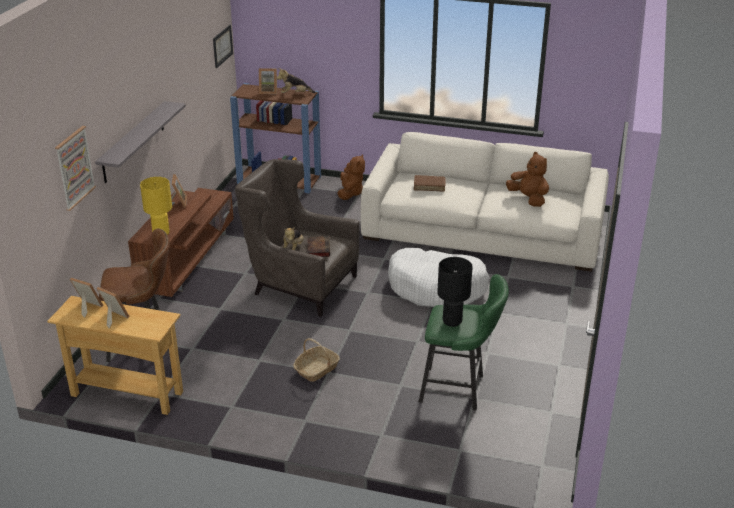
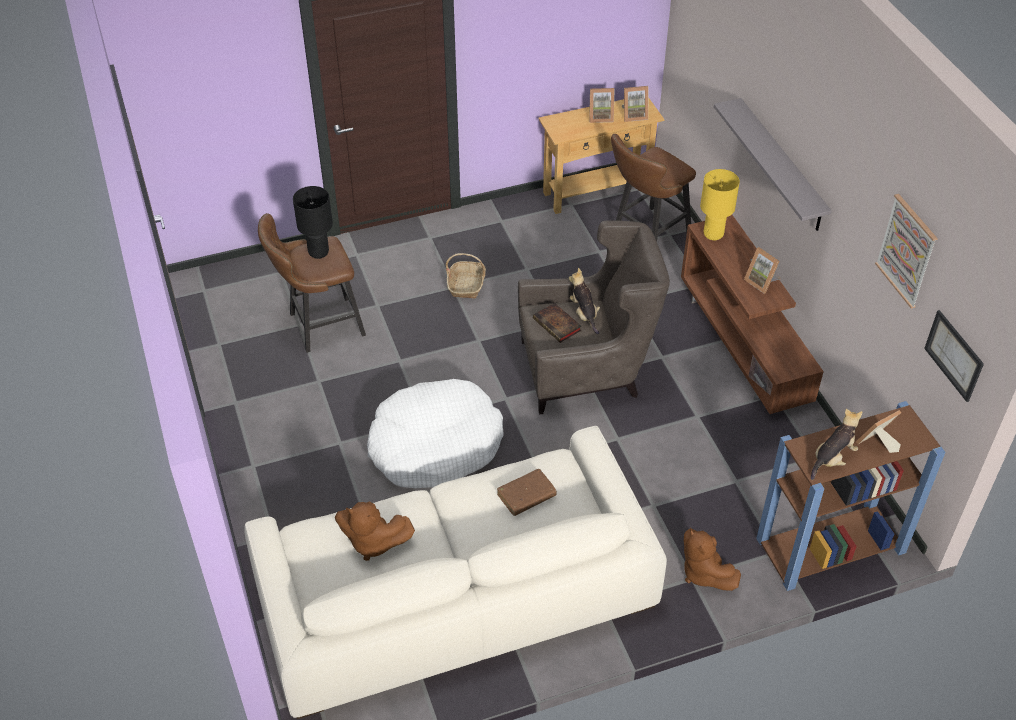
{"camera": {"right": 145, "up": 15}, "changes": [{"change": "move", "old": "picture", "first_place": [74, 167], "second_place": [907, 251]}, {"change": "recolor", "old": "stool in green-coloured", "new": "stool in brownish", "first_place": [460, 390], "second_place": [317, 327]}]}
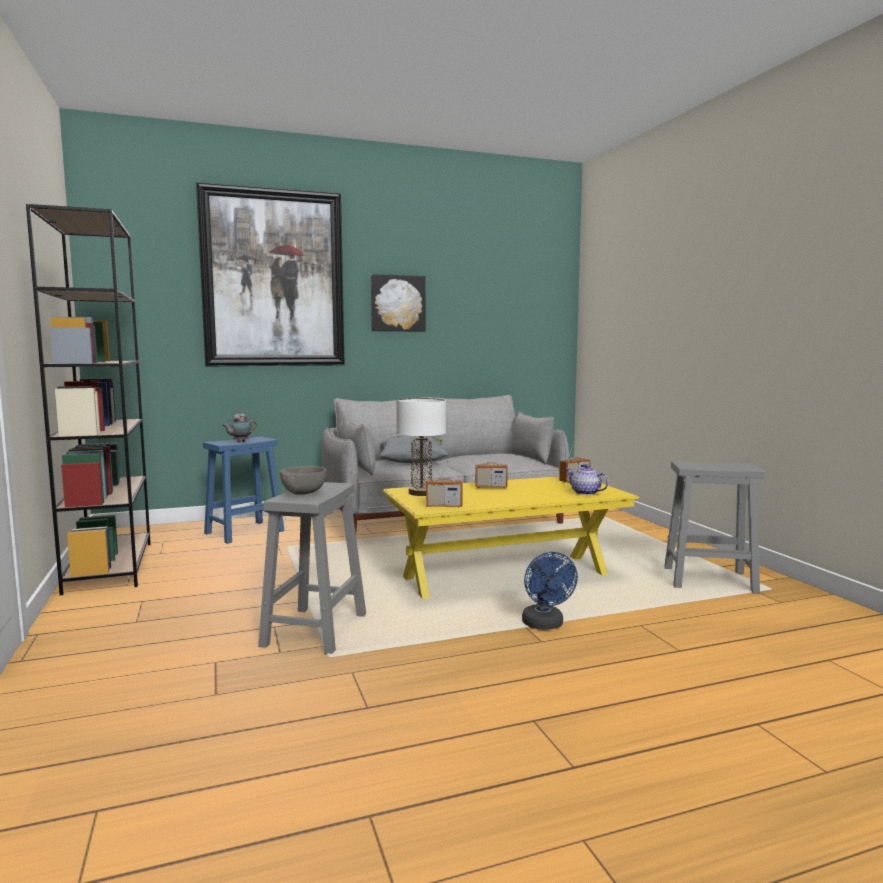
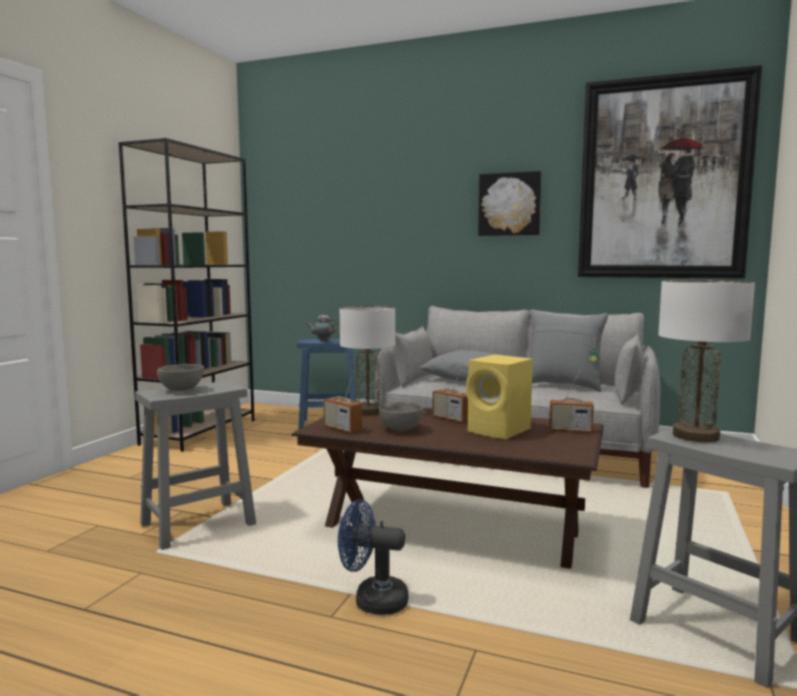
{"camera": {"right": 40, "up": 0}, "changes": [{"change": "move", "old": "picture", "first_place": [273, 279], "second_place": [663, 179]}, {"change": "delete", "old": "tea pot", "first_place": [586, 493]}, {"change": "recolor", "old": "low table in yellowish", "new": "low table in brownish", "first_place": [506, 576], "second_place": [450, 530]}, {"change": "rotate", "old": "fan in blue-coloured", "first_place": [545, 625], "second_place": [372, 600], "degrees": 75}, {"change": "insert", "new": "table lamp", "second_place": [695, 436]}, {"change": "insert", "new": "pillow in greyish", "second_place": [562, 386]}, {"change": "insert", "new": "audio speaker in yellowish", "second_place": [500, 431]}, {"change": "insert", "new": "deep dish in greyish", "second_place": [401, 429]}]}
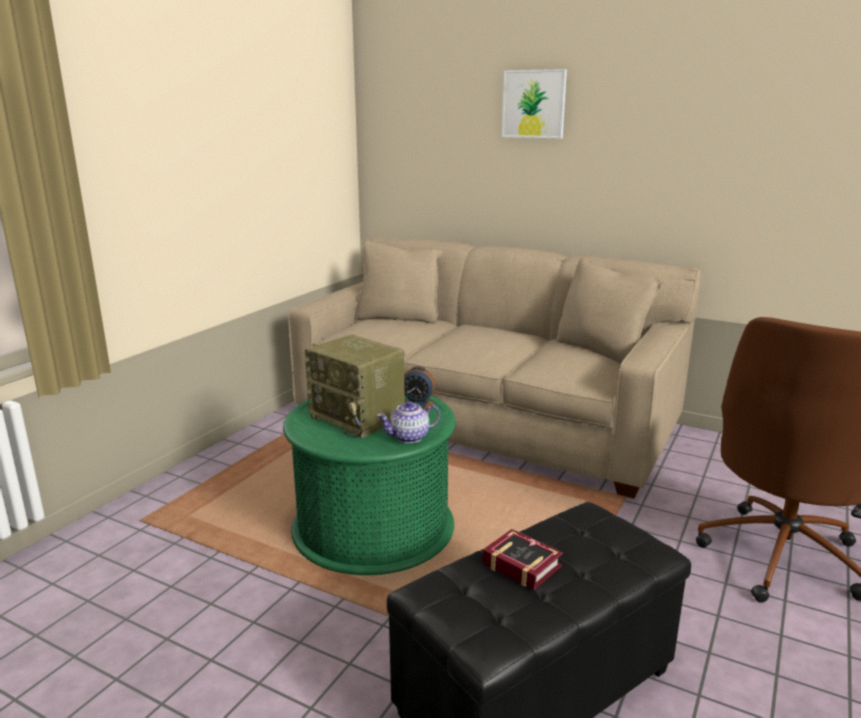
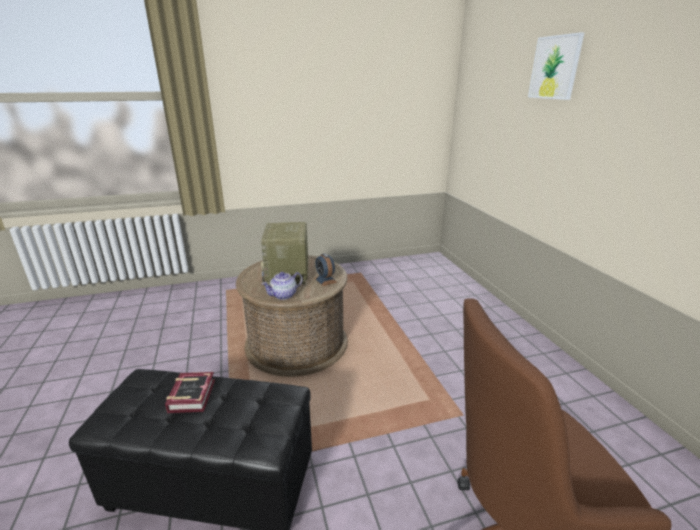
{"camera": {"right": 45, "up": 5}, "changes": [{"change": "delete", "old": "sofa in beige", "first_place": [484, 423]}, {"change": "recolor", "old": "low table in green-coloured", "new": "low table in brownish", "first_place": [373, 526], "second_place": [297, 343]}, {"change": "rotate", "old": "tea pot", "first_place": [410, 437], "second_place": [284, 295], "degrees": -60}]}
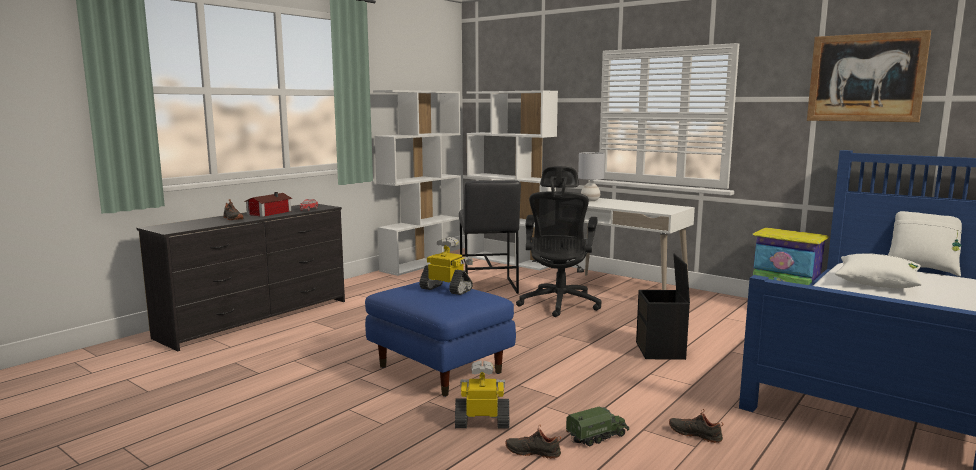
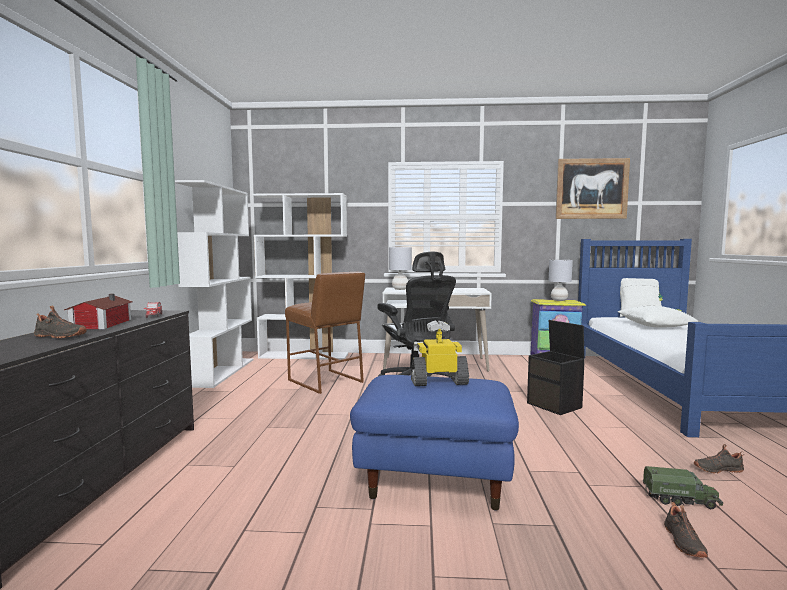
{"camera": {"right": -35, "up": -5}, "changes": [{"change": "recolor", "old": "stool in greyish", "new": "stool in brownish", "first_place": [488, 286], "second_place": [326, 381]}, {"change": "delete", "old": "model robot", "first_place": [482, 422]}, {"change": "rotate", "old": "toy truck", "first_place": [597, 436], "second_place": [681, 500], "degrees": 75}, {"change": "rotate", "old": "low shoe in blackish", "first_place": [533, 452], "second_place": [682, 542], "degrees": -60}, {"change": "insert", "new": "table lamp in greyish", "second_place": [559, 300]}]}
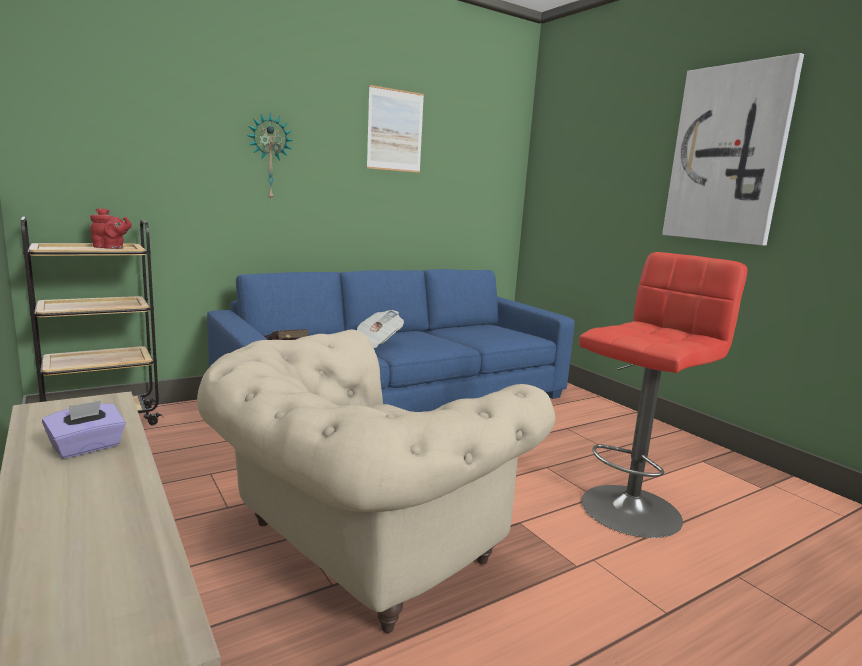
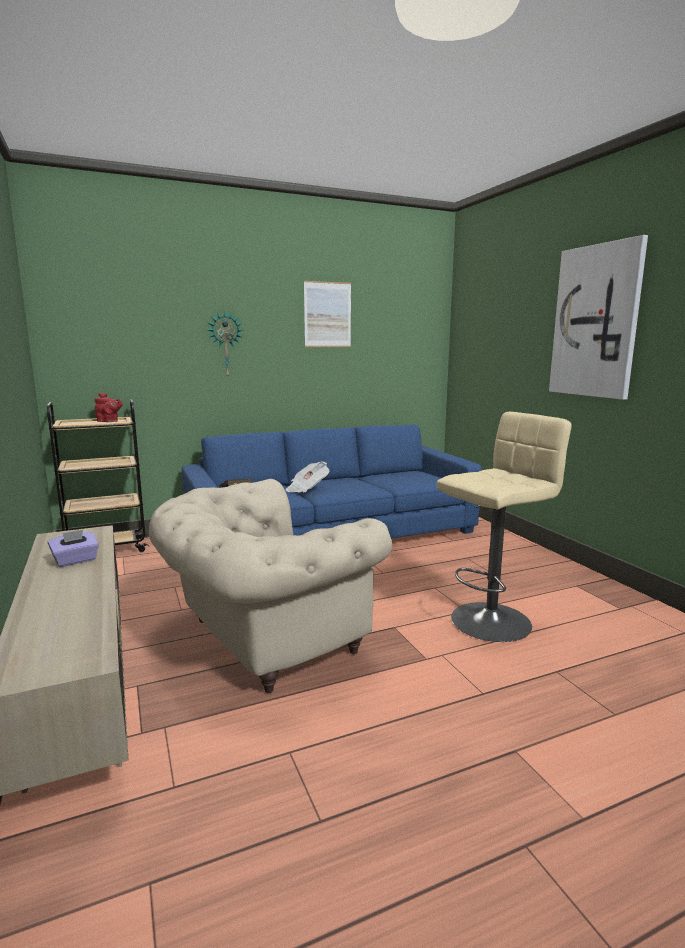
{"camera": {"right": 10, "up": 0}, "changes": [{"change": "recolor", "old": "stool in red", "new": "stool in beige", "first_place": [632, 510], "second_place": [492, 622]}]}
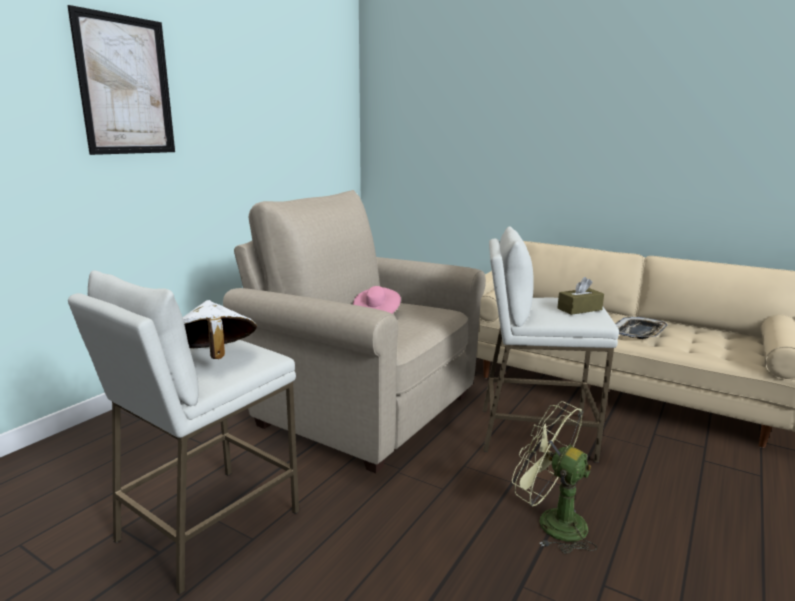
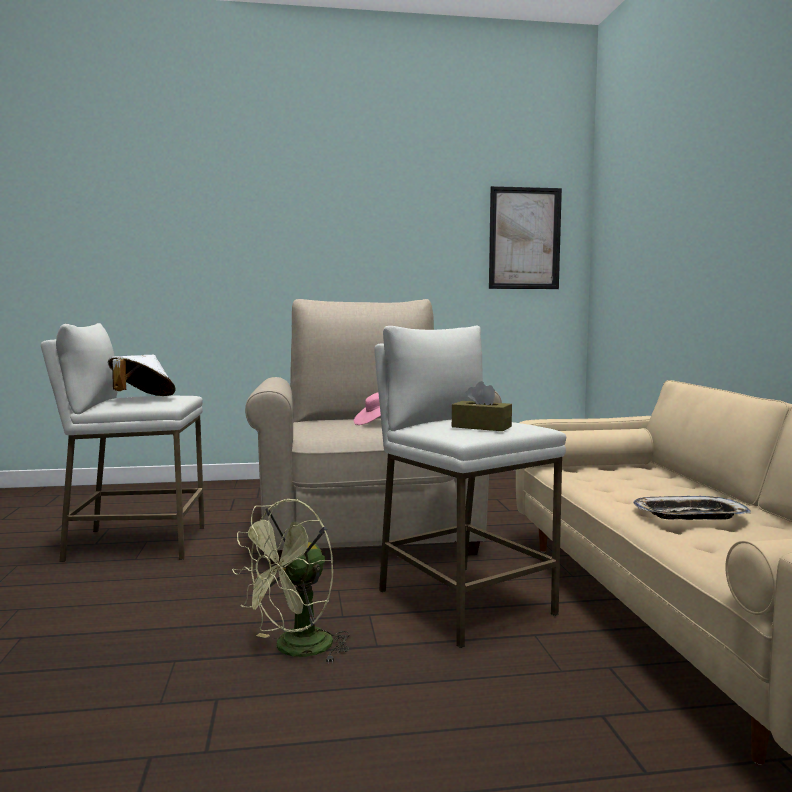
{"camera": {"right": 50, "up": -10}, "changes": [{"change": "move", "old": "picture", "first_place": [125, 86], "second_place": [524, 238]}, {"change": "rotate", "old": "fan in green-coloured", "first_place": [551, 522], "second_place": [295, 650], "degrees": -135}]}
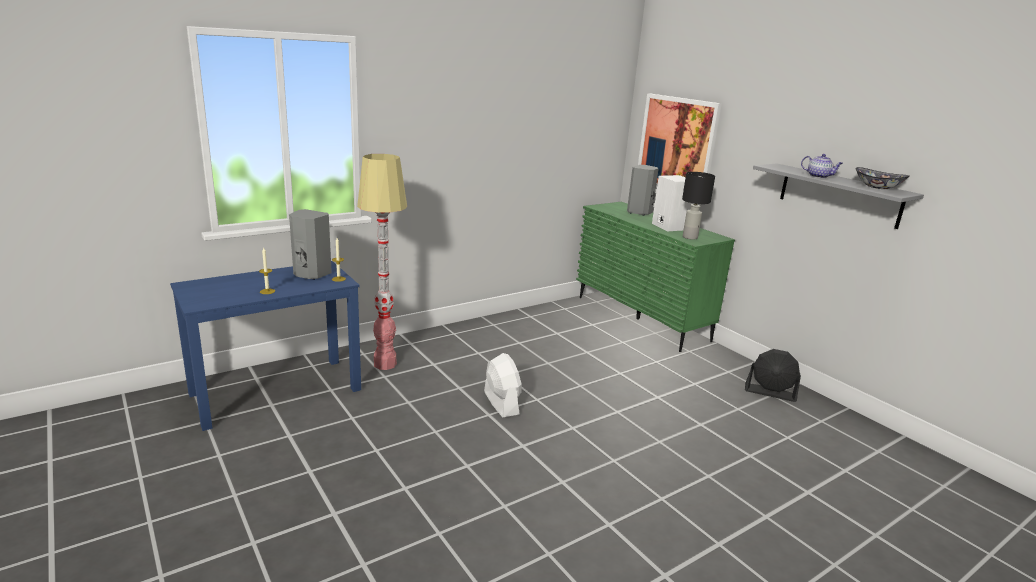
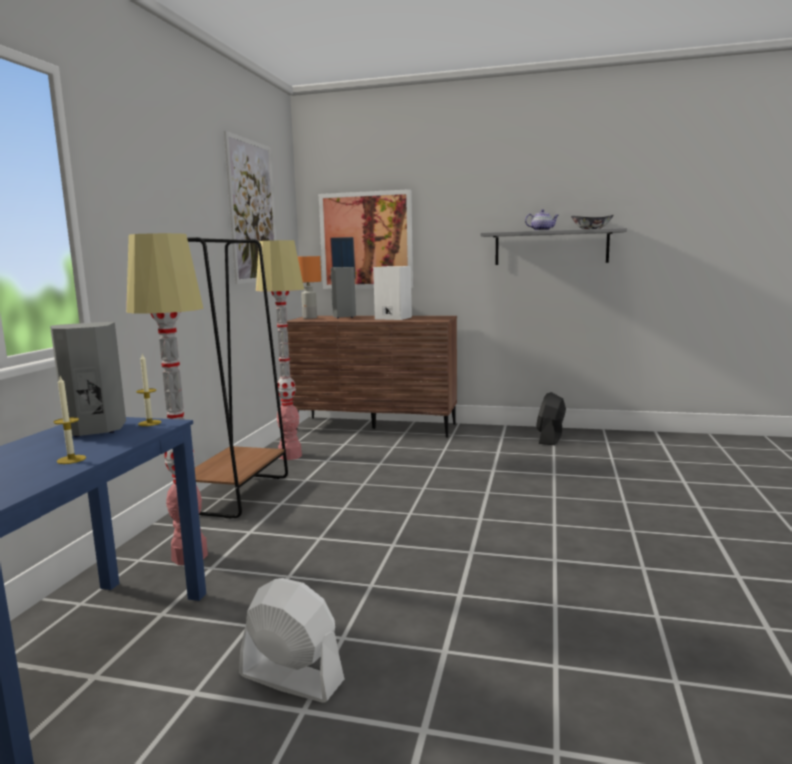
{"camera": {"right": -40, "up": -10}, "changes": [{"change": "delete", "old": "table lamp in blackish", "first_place": [689, 237]}, {"change": "recolor", "old": "dresser in green-coloured", "new": "dresser in brownish", "first_place": [640, 319], "second_place": [375, 427]}, {"change": "rotate", "old": "fan in blackish", "first_place": [770, 393], "second_place": [550, 438], "degrees": 135}, {"change": "move", "old": "fan in white-coloured", "first_place": [501, 403], "second_place": [290, 678]}, {"change": "insert", "new": "picture", "second_place": [252, 212]}, {"change": "insert", "new": "garment rack", "second_place": [236, 495]}, {"change": "insert", "new": "floor lamp", "second_place": [290, 456]}, {"change": "insert", "new": "table lamp in orangey", "second_place": [310, 318]}]}
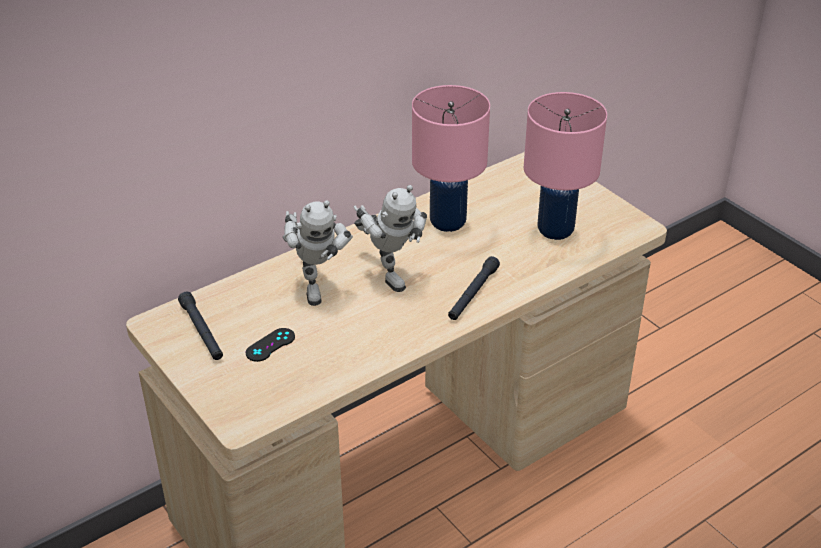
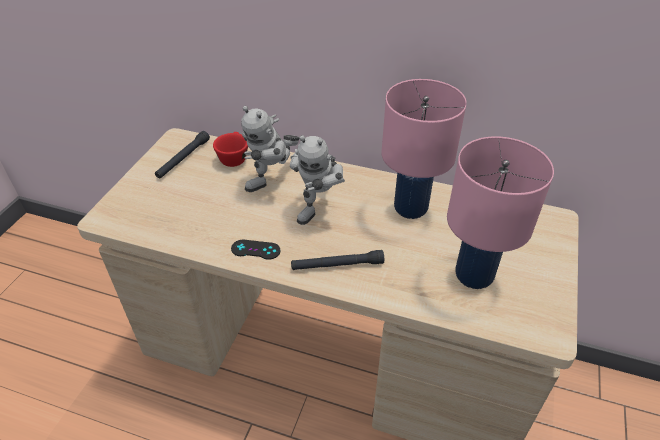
{"camera": {"right": 55, "up": 5}, "changes": [{"change": "move", "old": "joypad in blackish", "first_place": [270, 345], "second_place": [255, 250]}, {"change": "insert", "new": "cup in red", "second_place": [233, 157]}]}
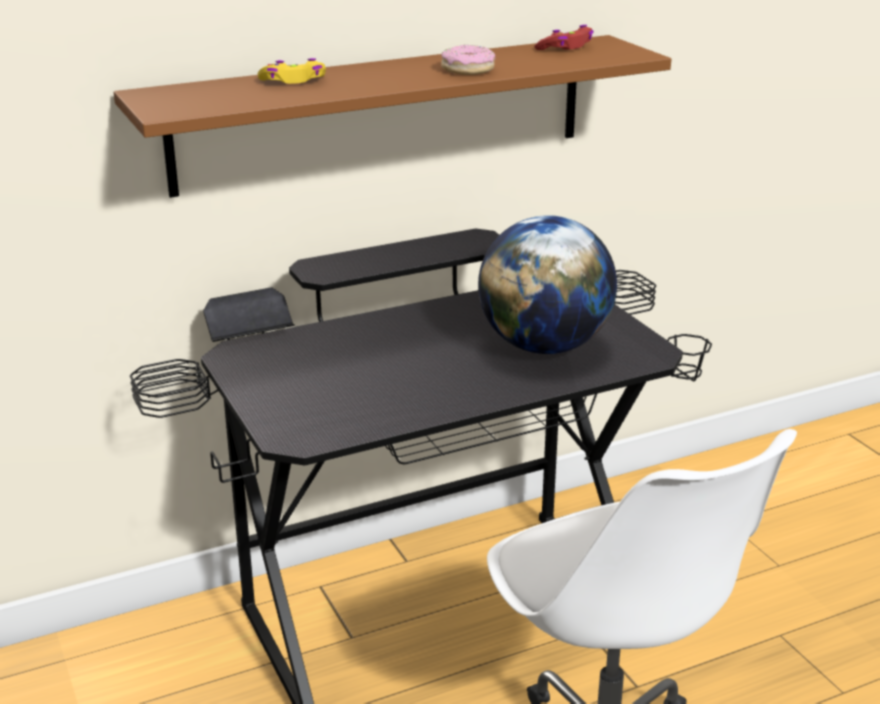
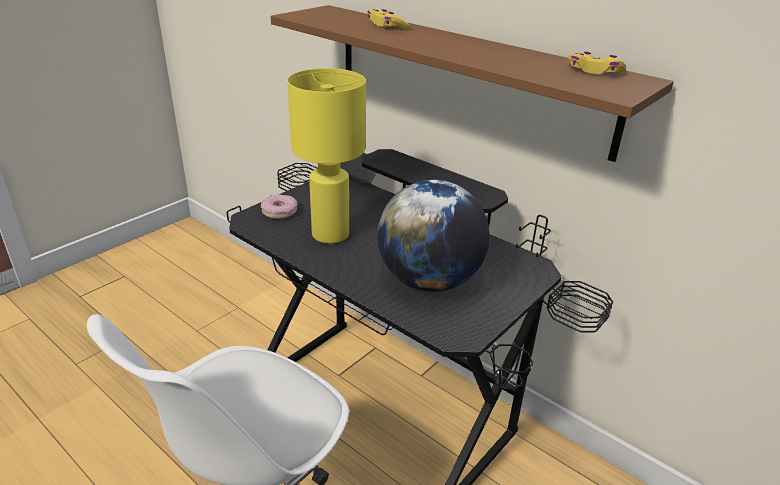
{"camera": {"right": 65, "up": 5}, "changes": [{"change": "recolor", "old": "joypad in red", "new": "joypad in yellowish", "first_place": [565, 47], "second_place": [594, 71]}, {"change": "move", "old": "donut", "first_place": [467, 69], "second_place": [279, 211]}, {"change": "insert", "new": "table lamp in yellowish", "second_place": [330, 235]}]}
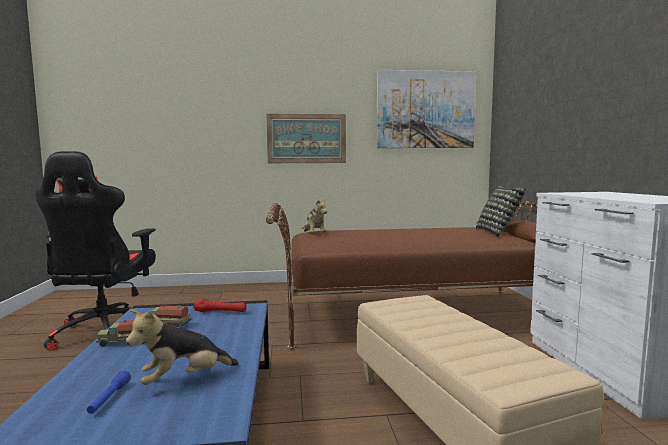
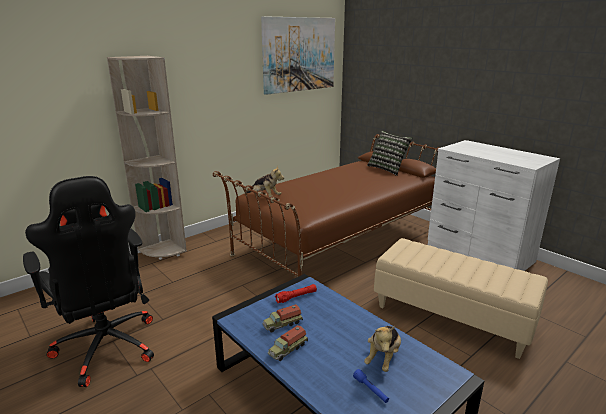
{"camera": {"right": -35, "up": 15}, "changes": [{"change": "delete", "old": "picture", "first_place": [306, 138]}, {"change": "insert", "new": "bookcase in beige", "second_place": [163, 254]}]}
